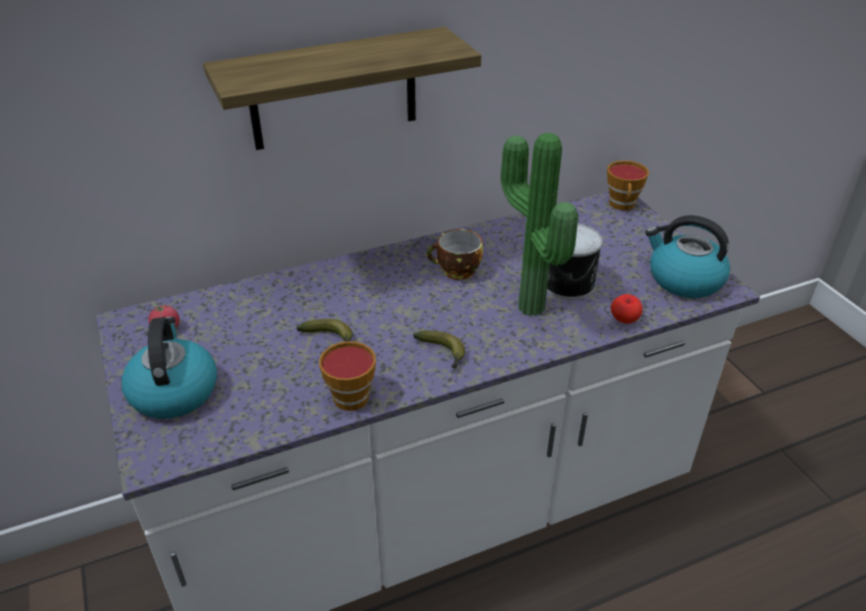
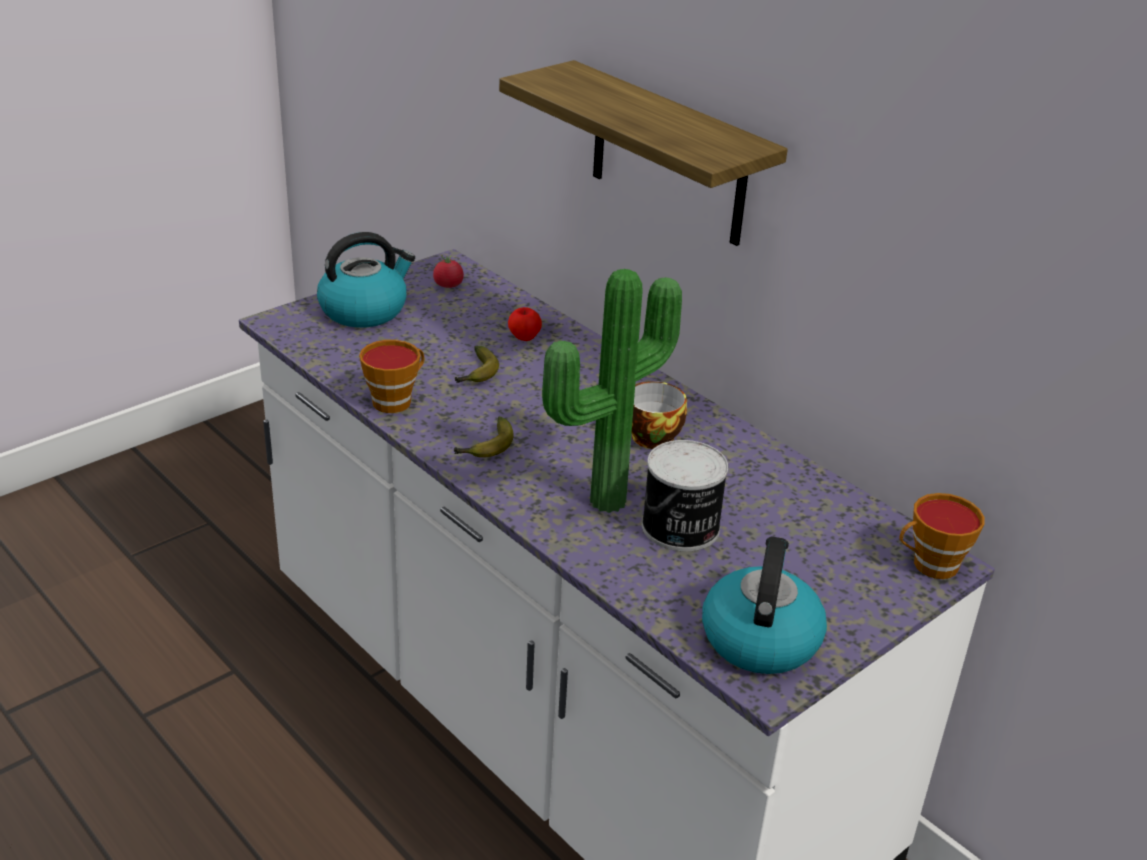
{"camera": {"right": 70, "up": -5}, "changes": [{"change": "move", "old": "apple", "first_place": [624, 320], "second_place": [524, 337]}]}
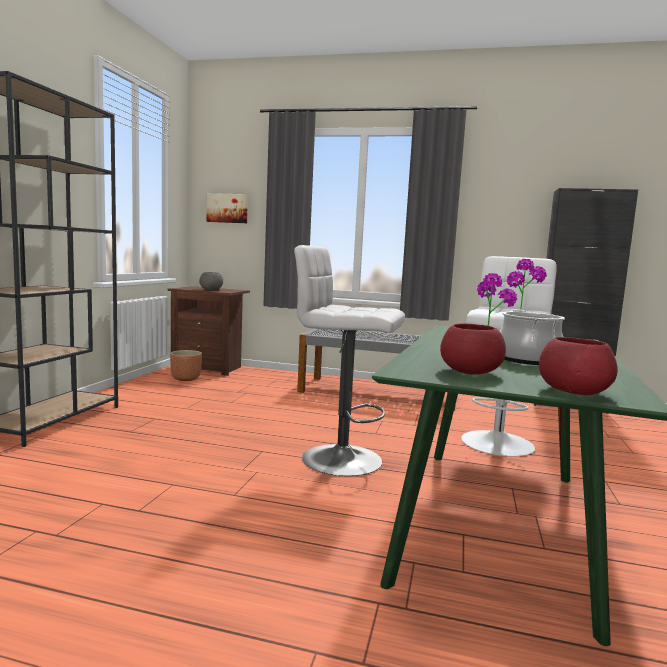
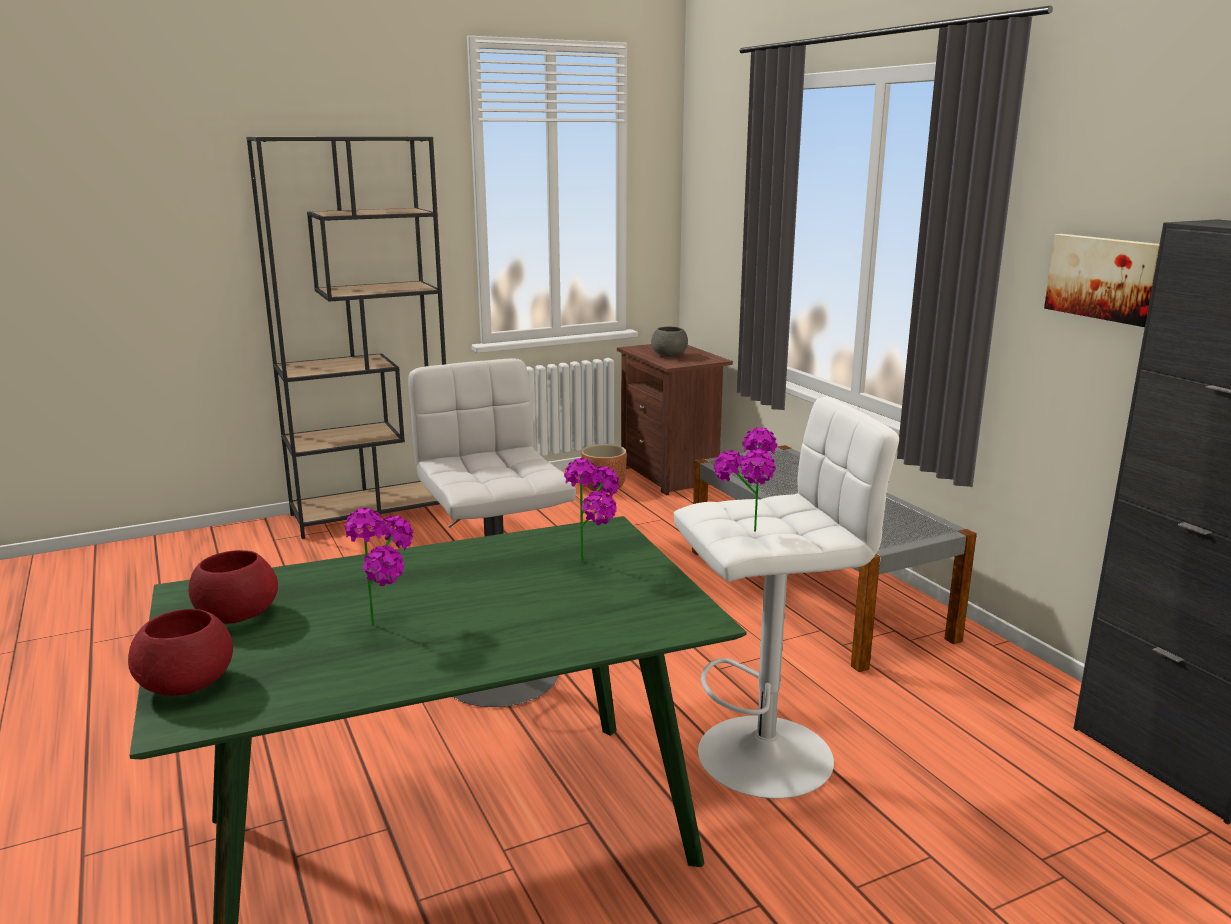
{"camera": {"right": 50, "up": 10}, "changes": [{"change": "move", "old": "picture", "first_place": [227, 208], "second_place": [1105, 278]}, {"change": "replace", "old": "cooking pot", "new": "plant in a pot", "first_place": [527, 359], "second_place": [389, 624]}]}
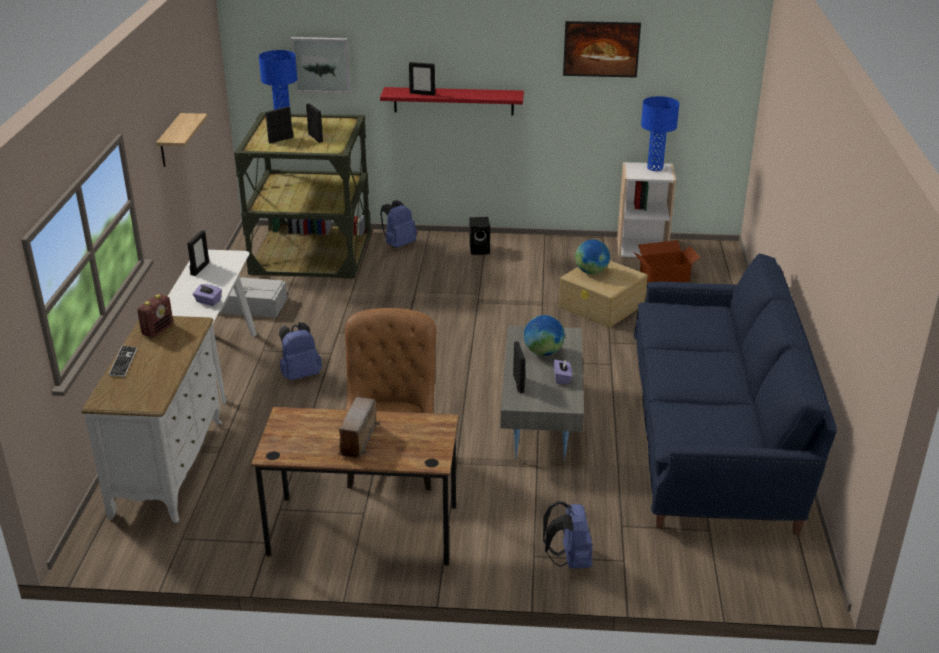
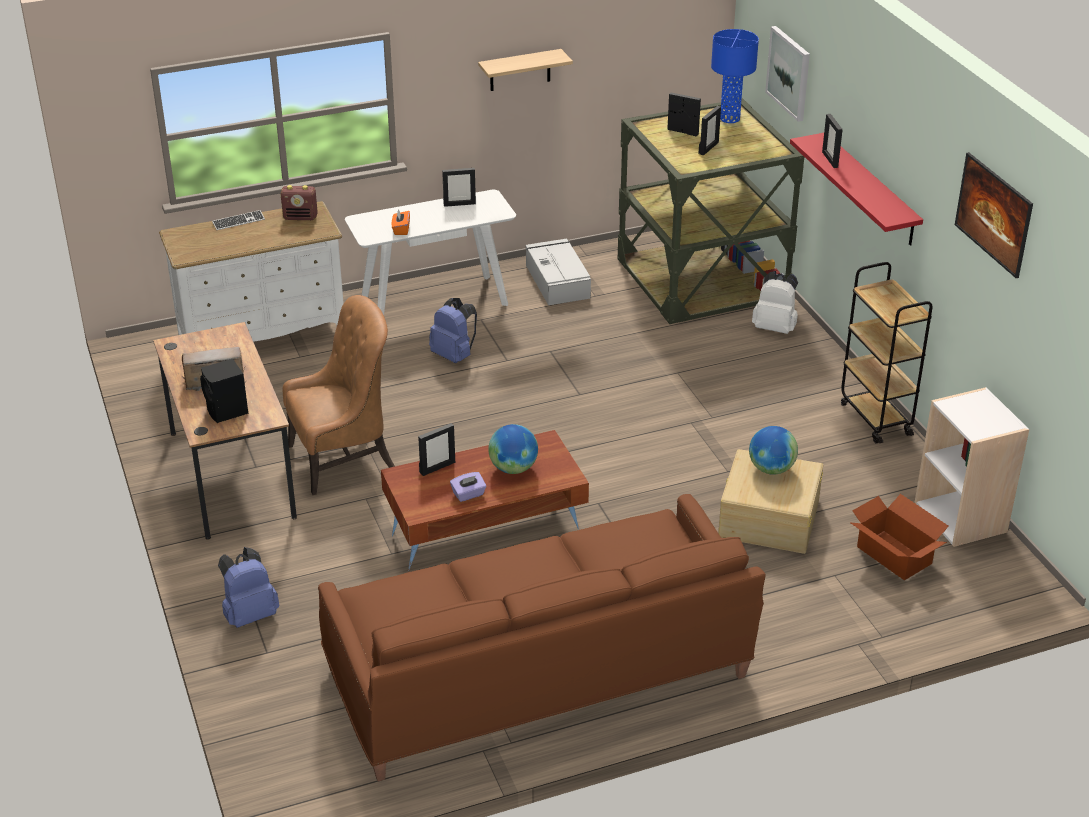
{"camera": {"right": 65, "up": 5}, "changes": [{"change": "delete", "old": "table lamp in blue-coloured", "first_place": [655, 168]}, {"change": "recolor", "old": "backpack in blue-coloured", "new": "backpack in white-coloured", "first_place": [398, 244], "second_place": [775, 327]}, {"change": "move", "old": "audio speaker in blackish", "first_place": [480, 249], "second_place": [227, 412]}, {"change": "recolor", "old": "sofa in blue-coloured", "new": "sofa in brownish", "first_place": [713, 434], "second_place": [539, 675]}, {"change": "recolor", "old": "tissue holder in purple-coloured", "new": "tissue holder in orangey", "first_place": [208, 301], "second_place": [401, 229]}, {"change": "recolor", "old": "low table in greyish", "new": "low table in brownish", "first_place": [542, 417], "second_place": [485, 533]}, {"change": "insert", "new": "cart in brownish", "second_place": [876, 420]}]}
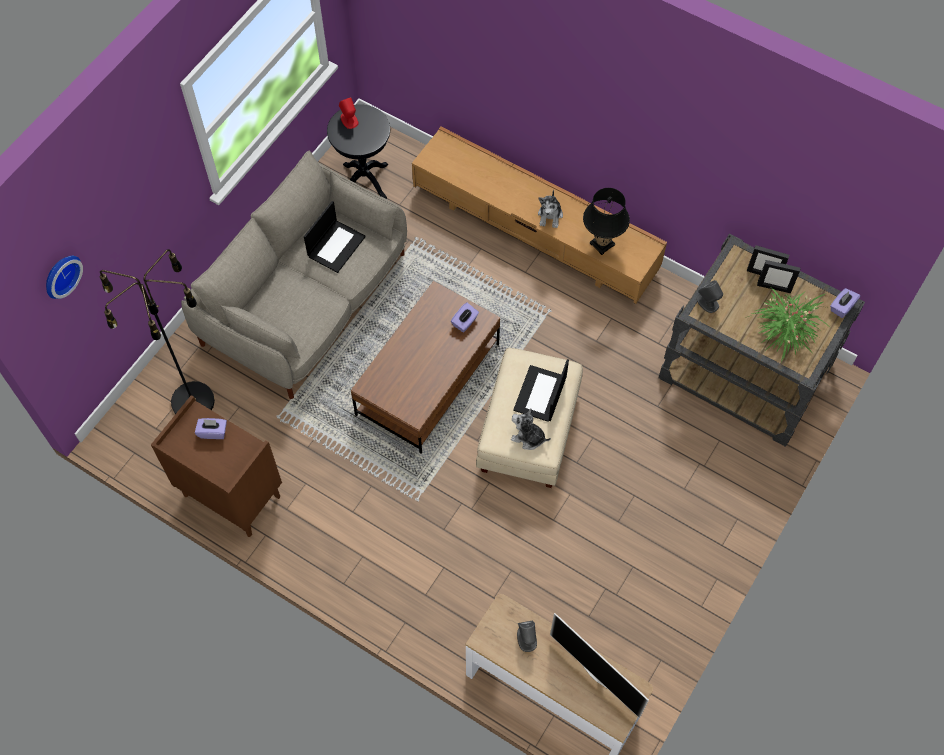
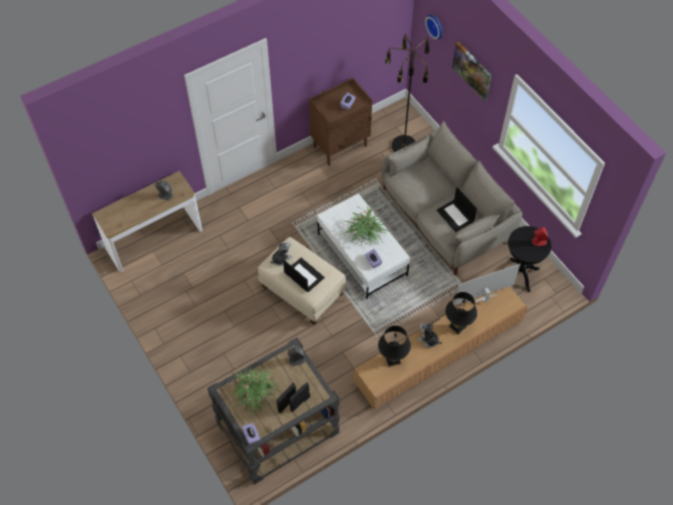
{"camera": {"right": 115, "up": -5}, "changes": [{"change": "recolor", "old": "low table in brownish", "new": "low table in white-coloured", "first_place": [428, 379], "second_place": [362, 255]}, {"change": "move", "old": "television", "first_place": [597, 674], "second_place": [484, 299]}, {"change": "insert", "new": "picture", "second_place": [472, 70]}, {"change": "insert", "new": "plant in a pot", "second_place": [365, 232]}, {"change": "insert", "new": "table lamp in blackish", "second_place": [457, 327]}]}
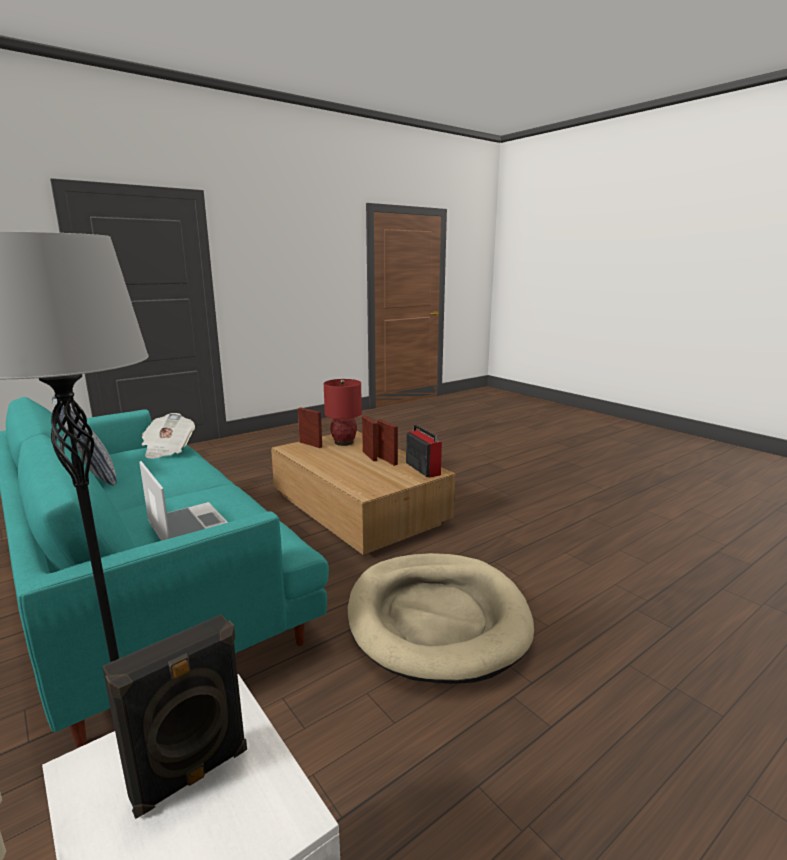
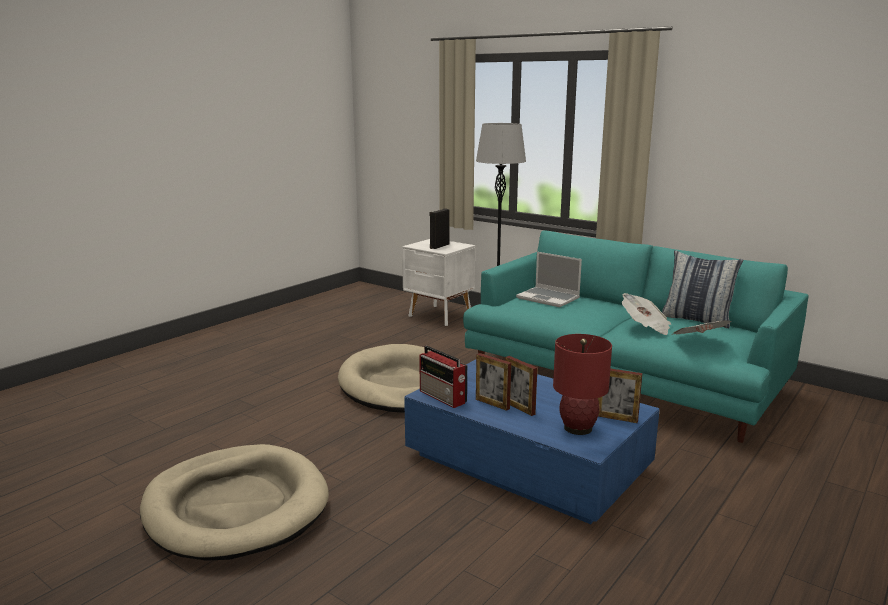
{"camera": {"right": 165, "up": 0}, "changes": [{"change": "recolor", "old": "low table in brownish", "new": "low table in blue-coloured", "first_place": [357, 509], "second_place": [527, 463]}, {"change": "insert", "new": "newspaper", "second_place": [645, 327]}, {"change": "insert", "new": "dog cushion in beige", "second_place": [236, 507]}]}
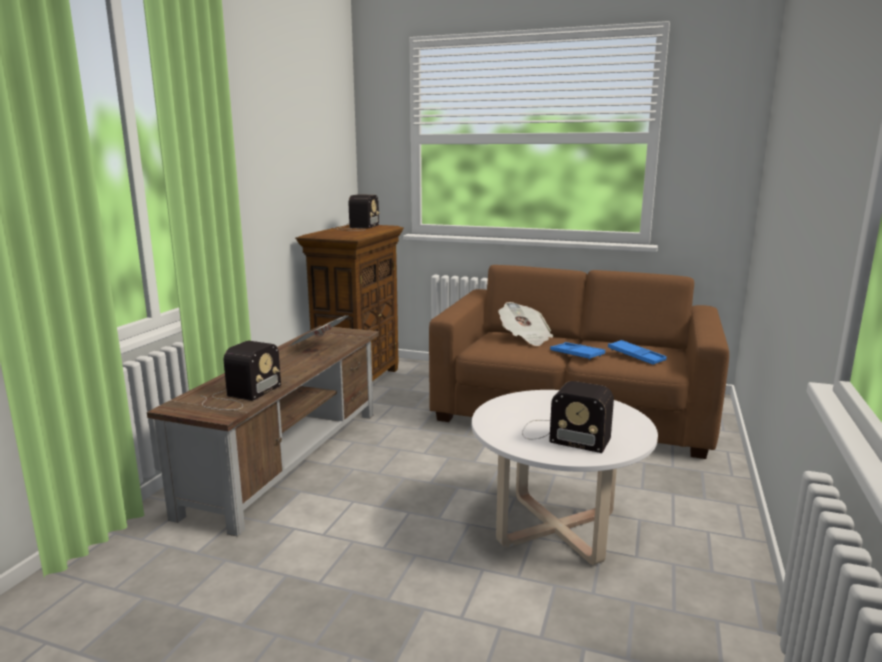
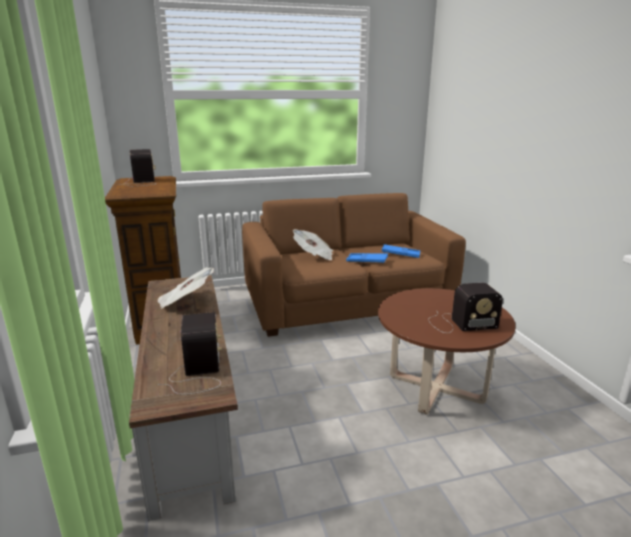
{"camera": {"right": -35, "up": 5}, "changes": [{"change": "recolor", "old": "low table in white-coloured", "new": "low table in brownish", "first_place": [556, 528], "second_place": [436, 388]}]}
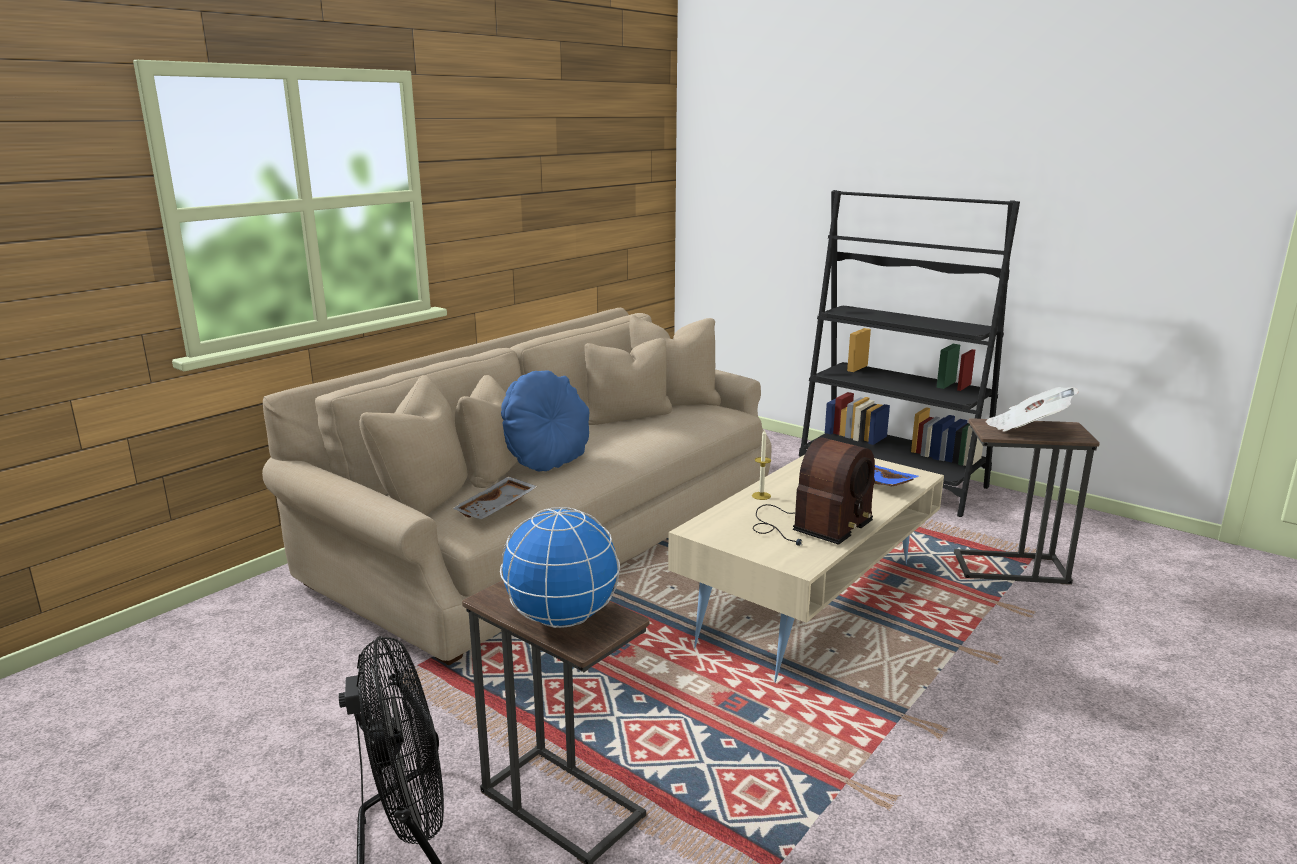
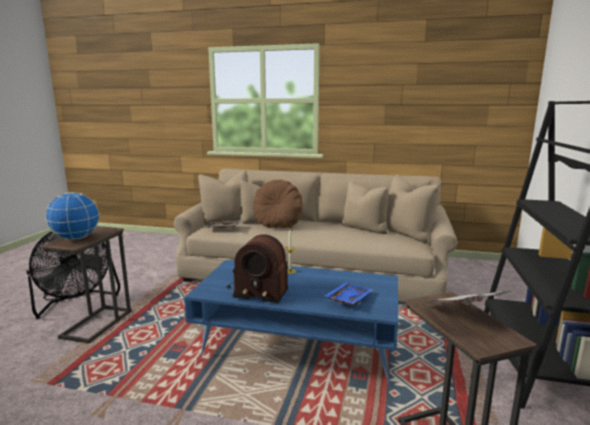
{"camera": {"right": 65, "up": -5}, "changes": [{"change": "recolor", "old": "pillow in blue-coloured", "new": "pillow in brownish", "first_place": [547, 464], "second_place": [278, 226]}, {"change": "recolor", "old": "low table in beige", "new": "low table in blue-coloured", "first_place": [808, 603], "second_place": [297, 353]}]}
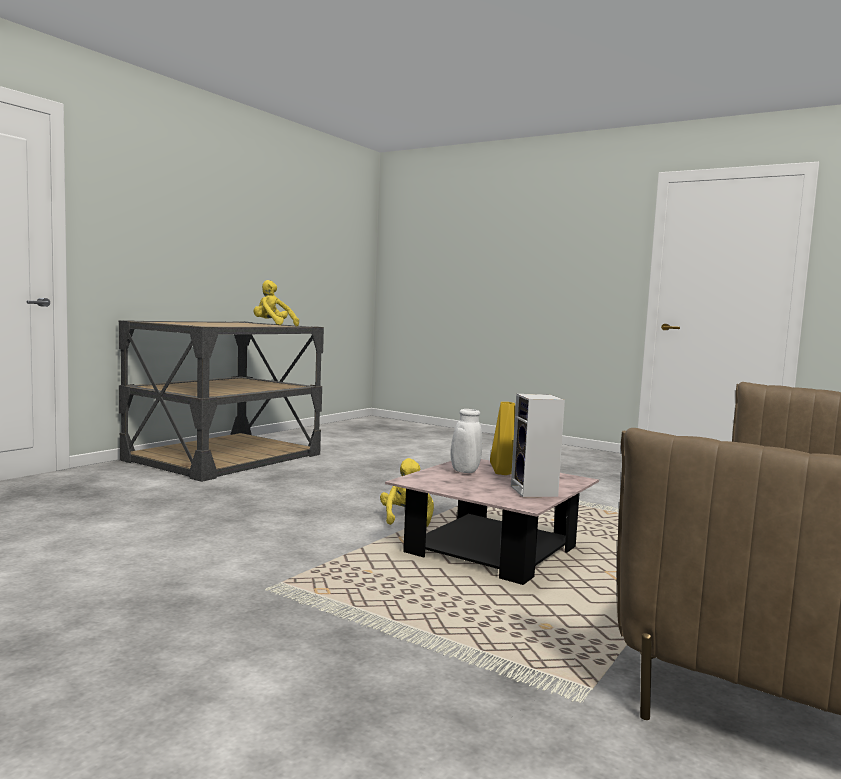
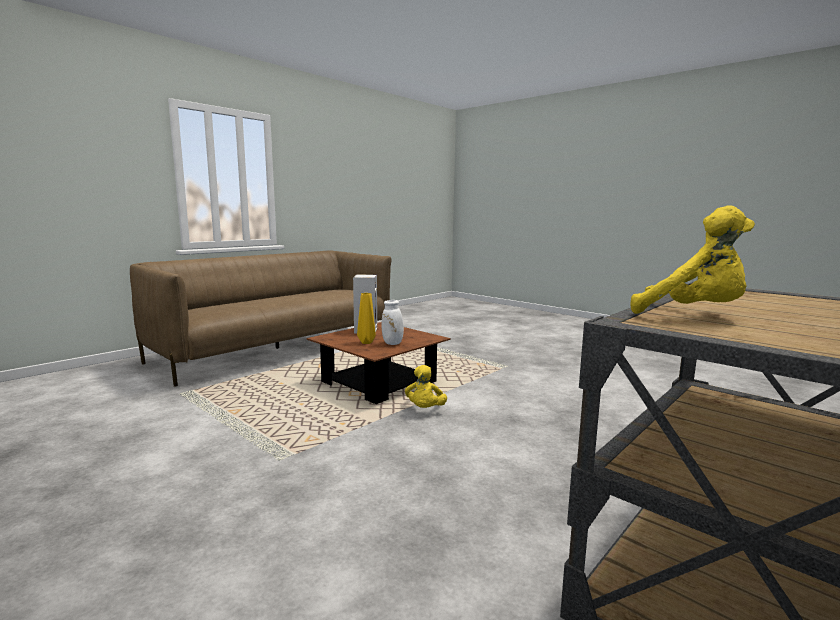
{"camera": {"right": -170, "up": 5}, "changes": [{"change": "recolor", "old": "low table in pink-coloured", "new": "low table in brownish", "first_place": [491, 550], "second_place": [379, 382]}]}
